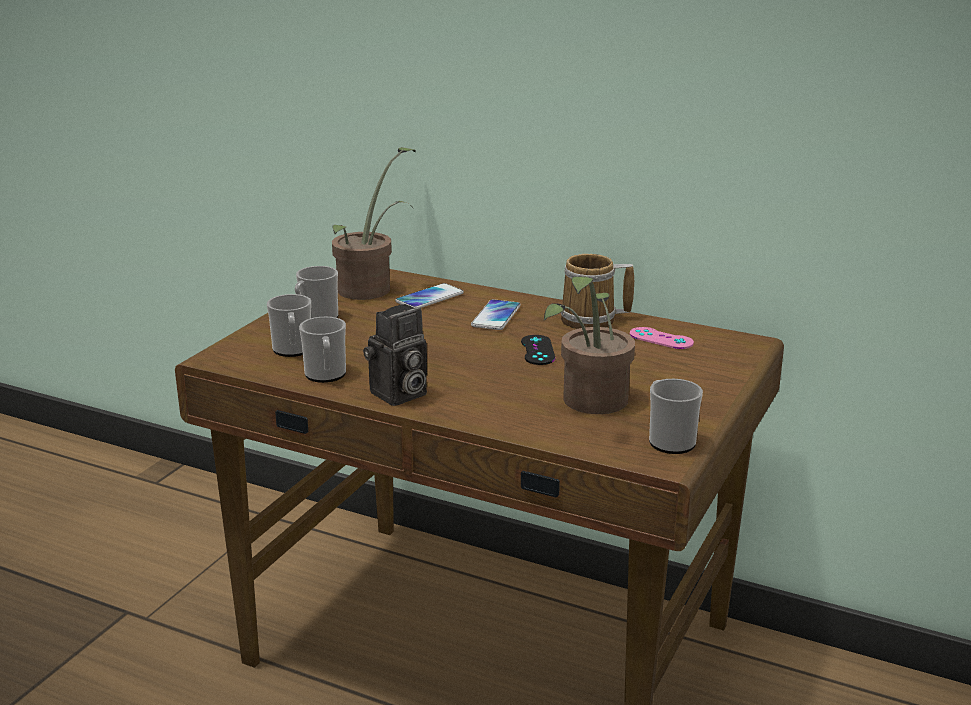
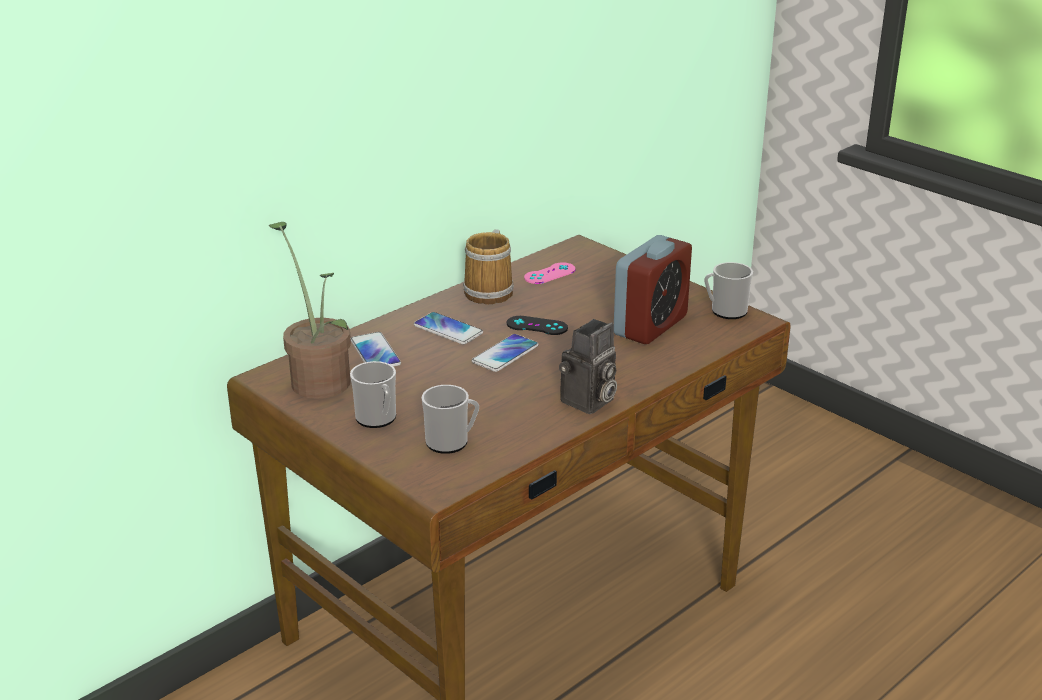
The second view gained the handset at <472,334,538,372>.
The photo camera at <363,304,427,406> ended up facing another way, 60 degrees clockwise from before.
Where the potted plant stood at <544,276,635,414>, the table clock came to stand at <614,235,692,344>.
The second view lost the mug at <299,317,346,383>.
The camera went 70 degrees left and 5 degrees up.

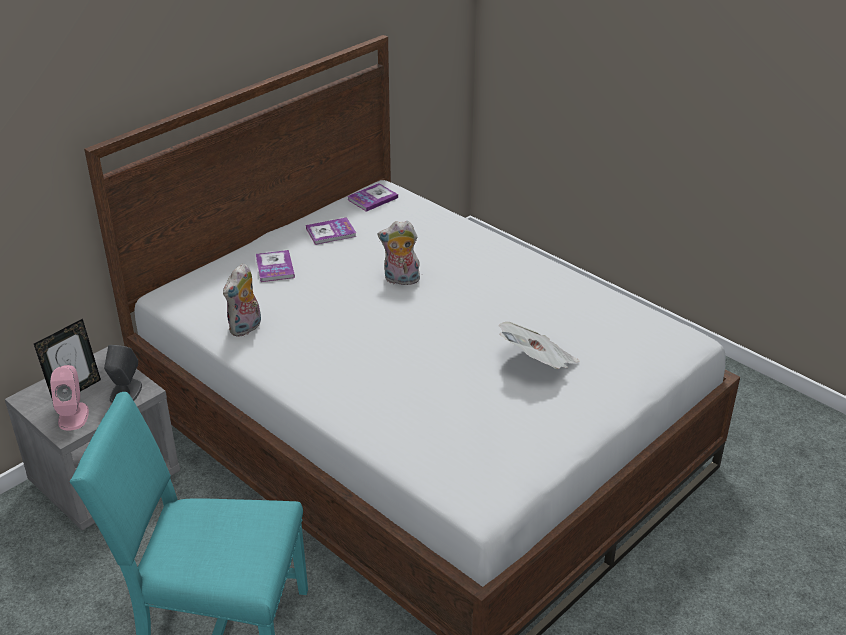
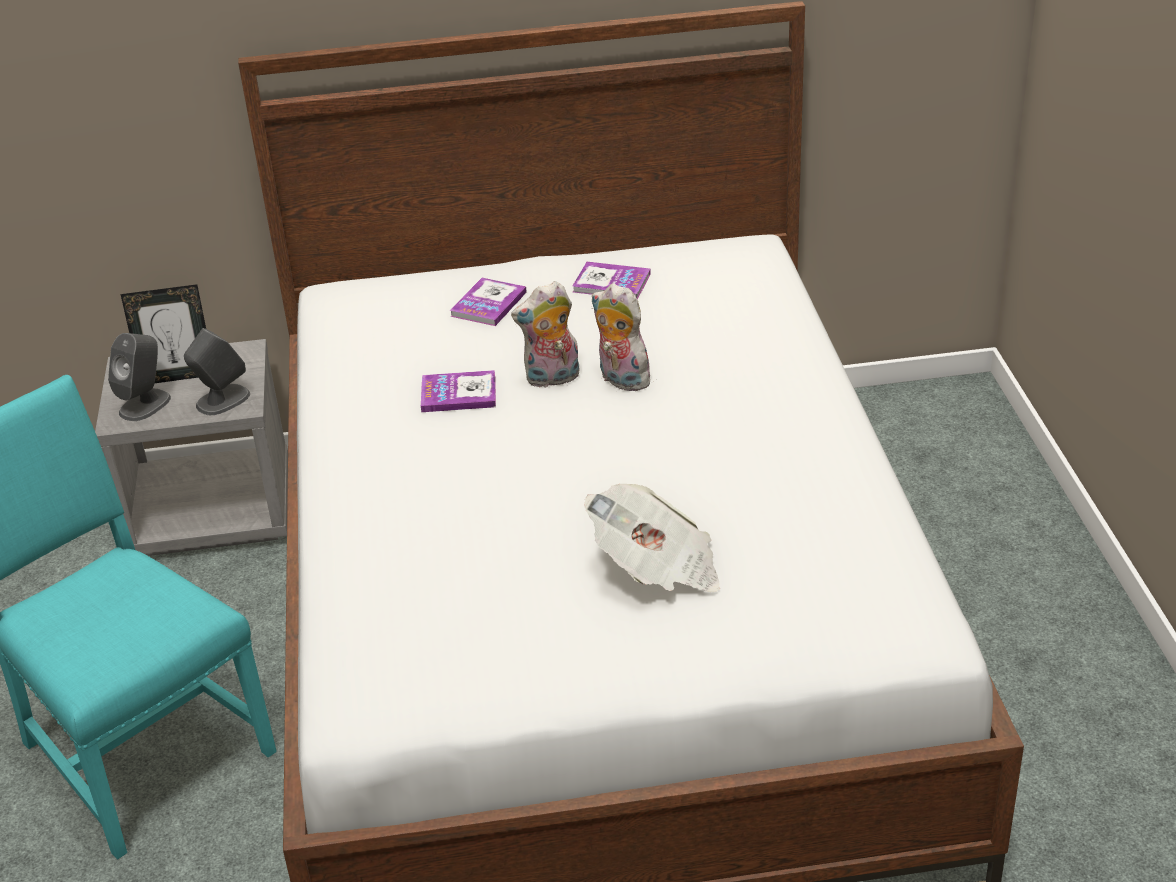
What was the pink-coloured speaker at <50,365,89,431> turned into the grey speaker at <108,333,171,421>.
The volume ended up elsewhere, having gone from <348,183,398,212> to <421,370,496,412>.
The plush toy ended up elsewhere, having gone from <223,263,261,337> to <511,281,579,388>.
The camera went 40 degrees right and 0 degrees up.

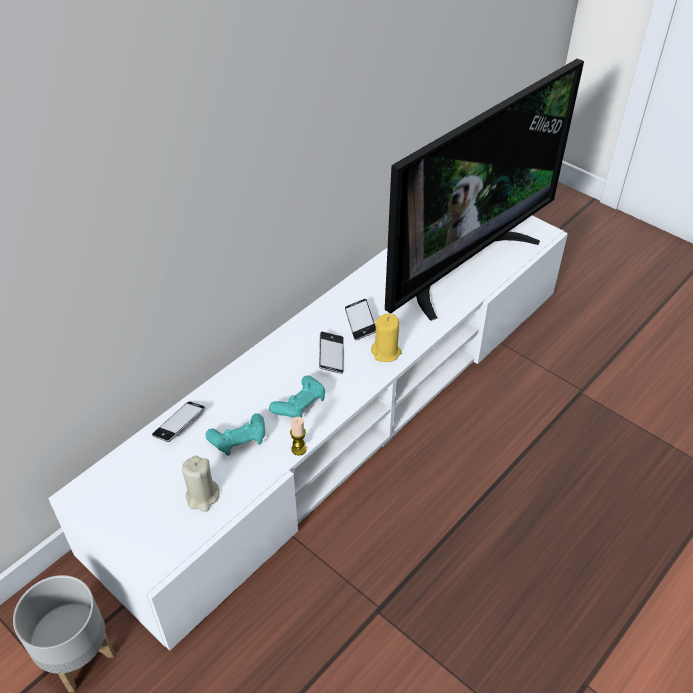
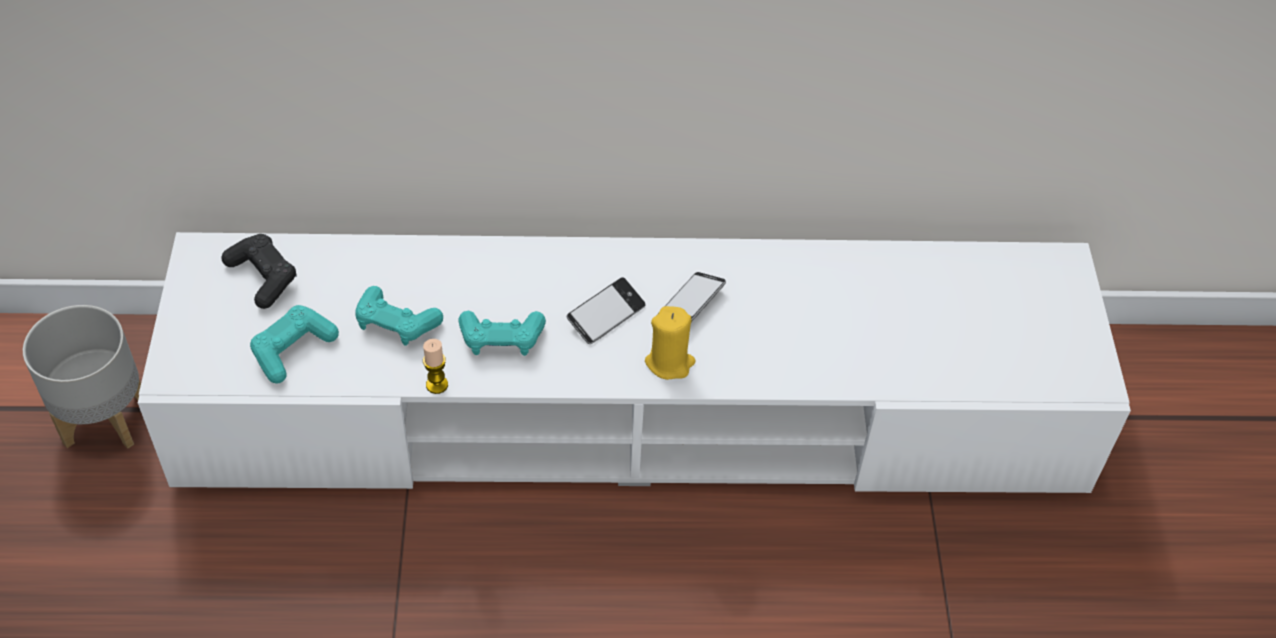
The second view gained the blackish gamepad at <221,234,296,309>.
Where the beige-coloured wax light stood at <182,456,219,512>, the blue-green gamepad came to stand at <250,305,339,384>.
The second view lost the handset at <152,401,205,442>.
The second view lost the TV at <385,59,584,321>.
The camera went 45 degrees right and 5 degrees up.

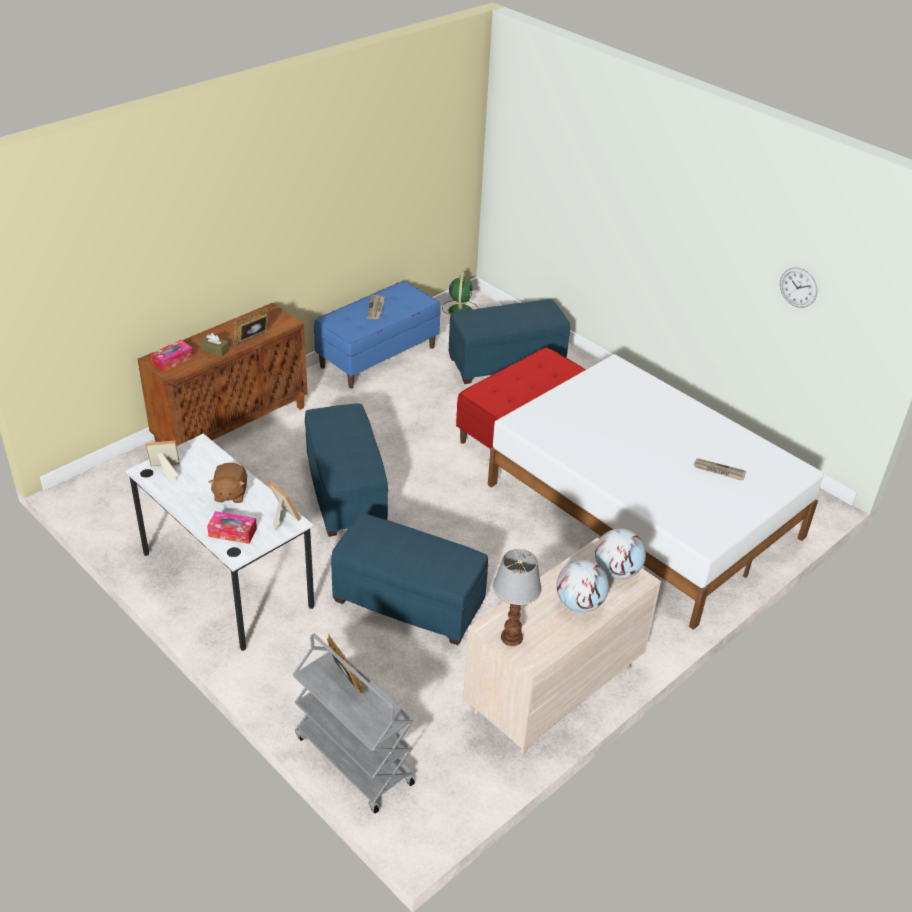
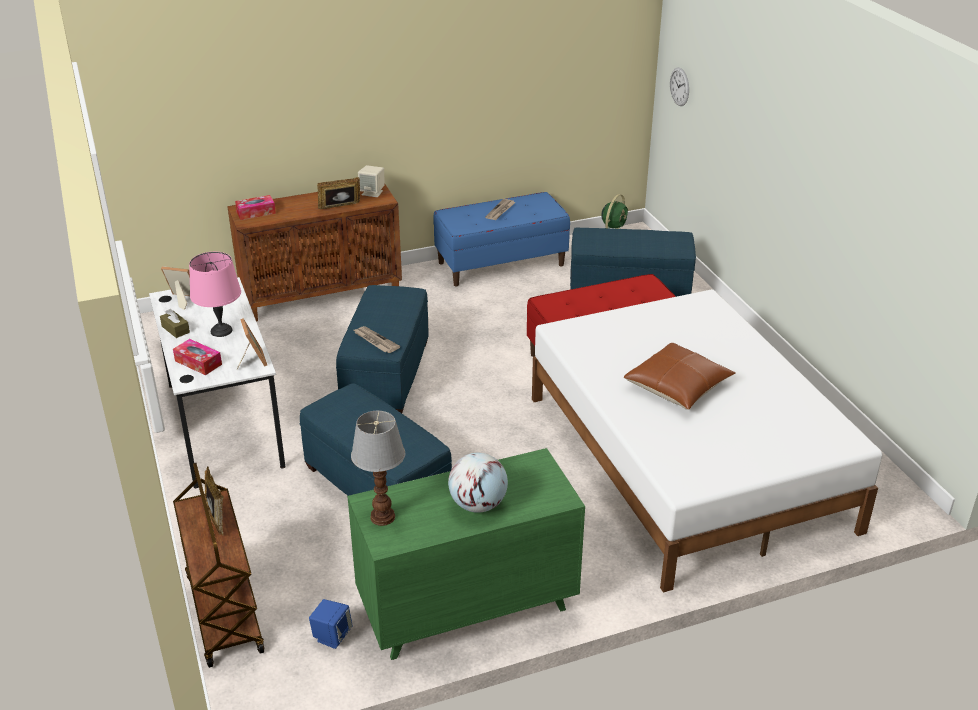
The brownish tissue holder ended up elsewhere, having gone from <200,333,229,357> to <160,309,190,338>.
What was the grey wheeled cart at <293,634,415,813> turned into the brownish wheeled cart at <173,463,264,668>.
Where the brownish plush toy stood at <209,463,247,503>, the pink-coloured lamp for a table came to stand at <189,252,241,337>.
The second view gained the blue-coloured speaker at <309,599,353,649>.
What was the beige-coloured dresser at <463,537,661,755> turned into the green-coloured dresser at <347,448,585,660>.
The daily paper ended up elsewhere, having gone from <693,458,746,481> to <354,326,400,353>.
The second view gained the beige-coloured speaker at <358,165,385,197>.
The second view gained the brownish cushion at <624,343,736,410>.
The clock on the wall ended up elsewhere, having gone from <780,267,817,308> to <670,67,689,106>.
The second view lost the world globe at <595,528,646,579>.
The camera went 25 degrees right and 5 degrees down.

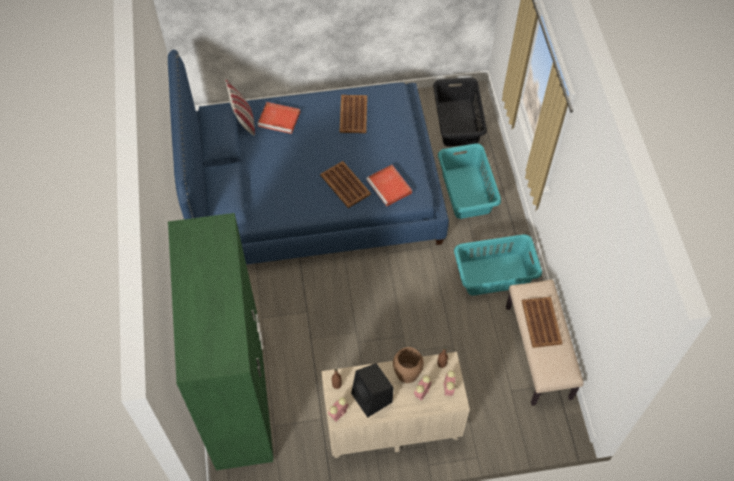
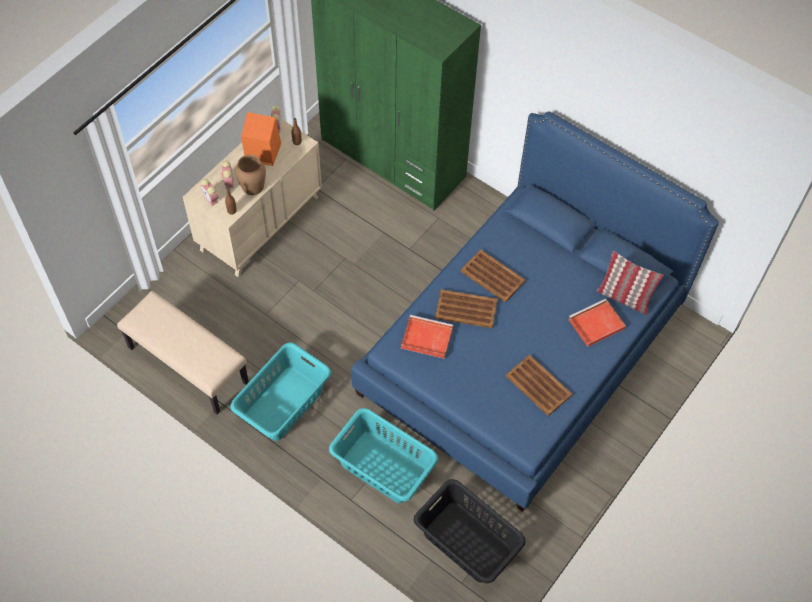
What was the blackish speaker at <351,363,393,418> turned into the orangey speaker at <241,112,281,166>.
The brownish tray ended up elsewhere, having gone from <522,297,562,348> to <461,249,525,303>.
The camera went 135 degrees right and 0 degrees up.

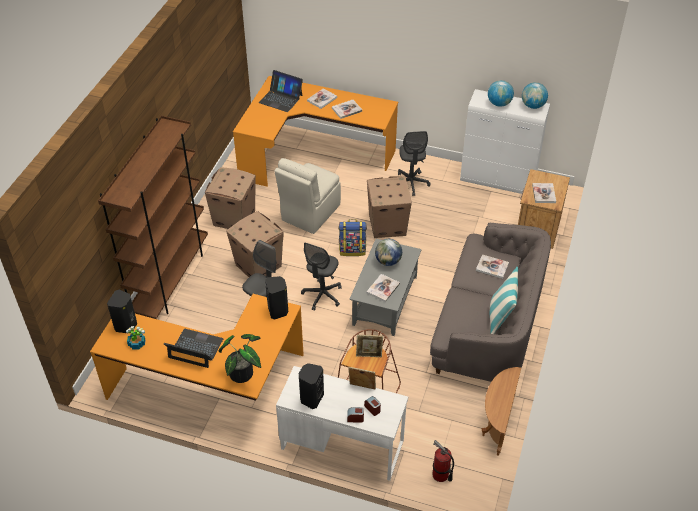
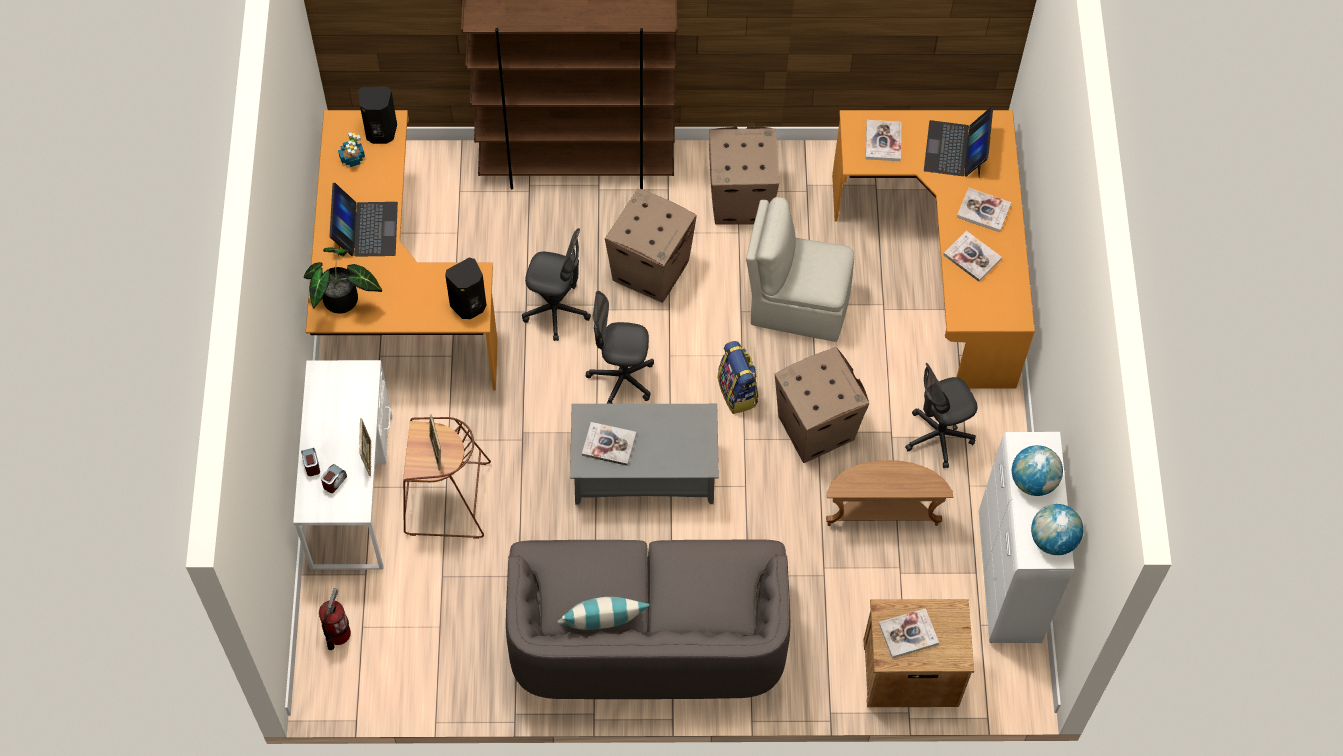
The brownish side table ended up elsewhere, having gone from <482,367,521,456> to <826,460,953,526>.
The volume ended up elsewhere, having gone from <476,255,509,279> to <866,120,901,161>.
The second view lost the blackish speaker at <299,363,324,409>.
The second view lost the world globe at <375,239,402,266>.
The camera went 70 degrees right and 15 degrees up.

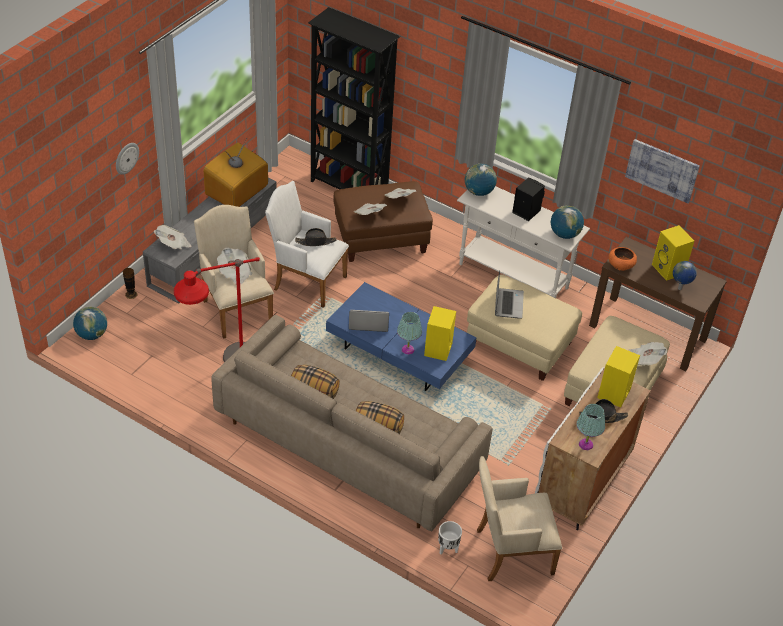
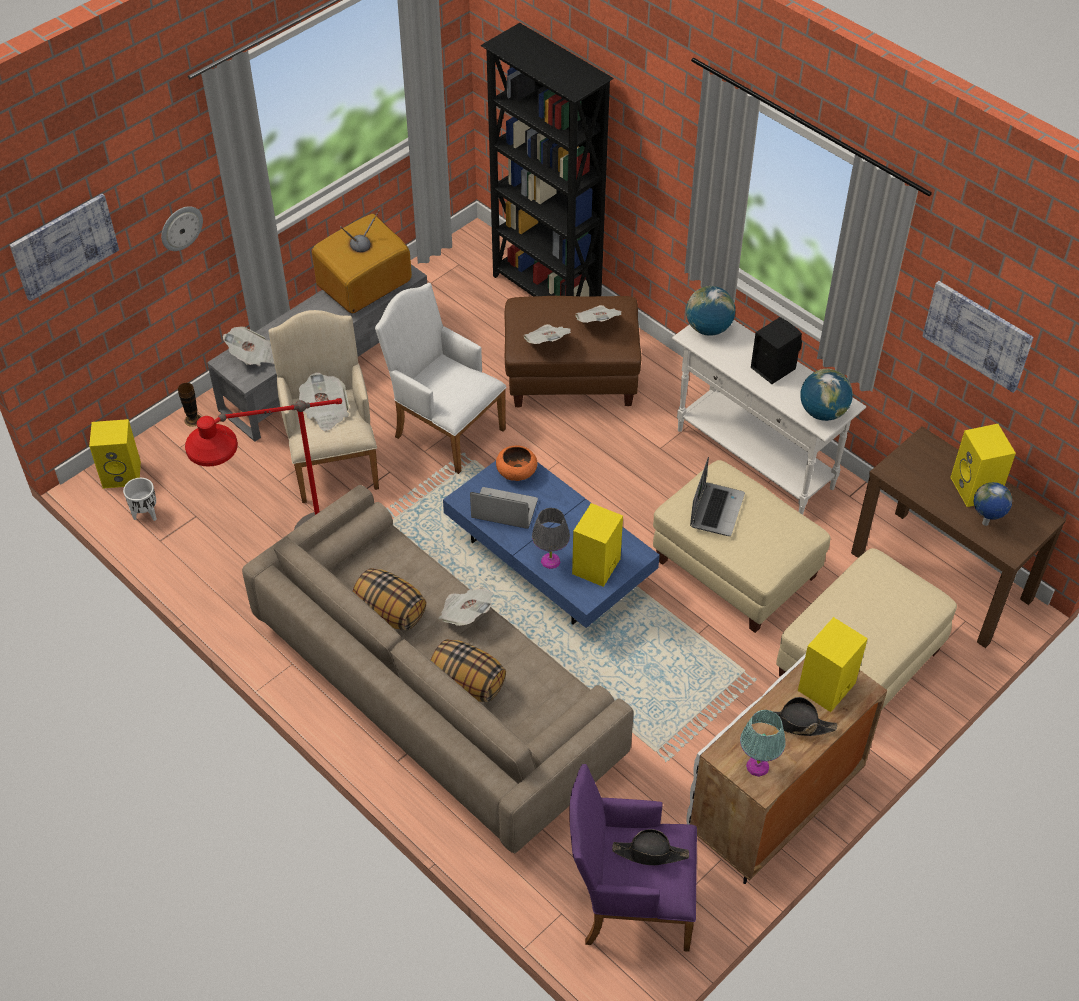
The second view gained the wall art at <10,194,119,301>.
Where the world globe stood at <73,307,107,340>, the yellow speaker came to stand at <89,419,141,488>.
The white plant pot ended up elsewhere, having gone from <438,521,462,555> to <123,478,157,521>.
The daily paper ended up elsewhere, having gone from <628,342,667,366> to <438,588,493,626>.
The orangey serving bowl ended up elsewhere, having gone from <609,247,637,271> to <496,445,538,481>.
What was the blue-green lamp for a table at <397,312,422,355> turned into the grey lamp for a table at <532,508,570,569>.
What was the beige-coloured lounge chair at <477,456,562,581> turned into the purple lounge chair at <569,764,697,952>.
The blackish wearable hat ended up elsewhere, having gone from <295,228,336,246> to <612,829,689,865>.
The camera went 15 degrees right and 5 degrees up.

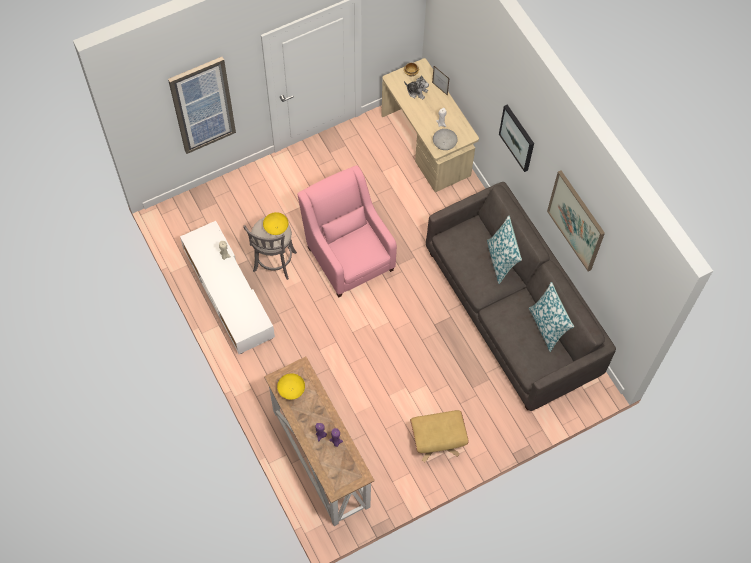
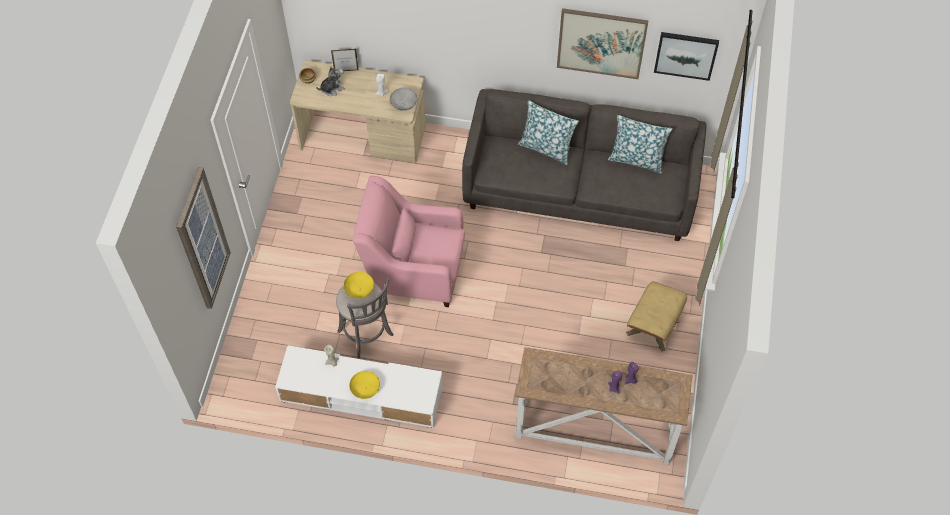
The yellow serving bowl ended up elsewhere, having gone from <277,373,305,400> to <349,371,380,399>.
The wall art ended up elsewhere, having gone from <499,105,534,172> to <654,32,719,81>.
The camera went 50 degrees left and 5 degrees down.

